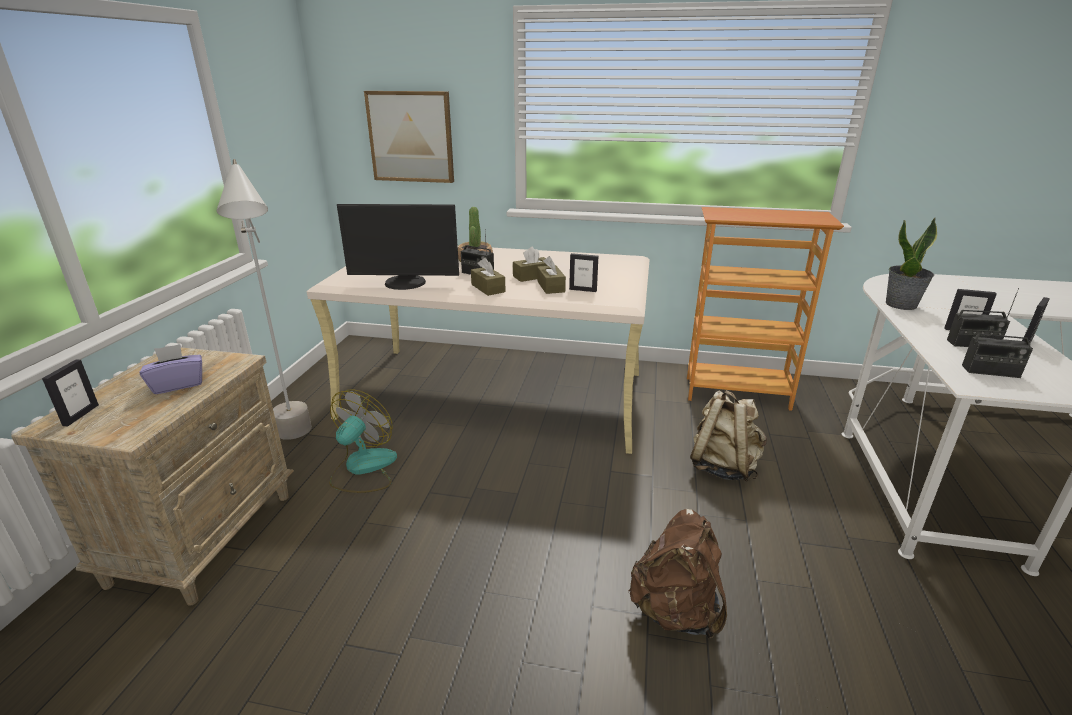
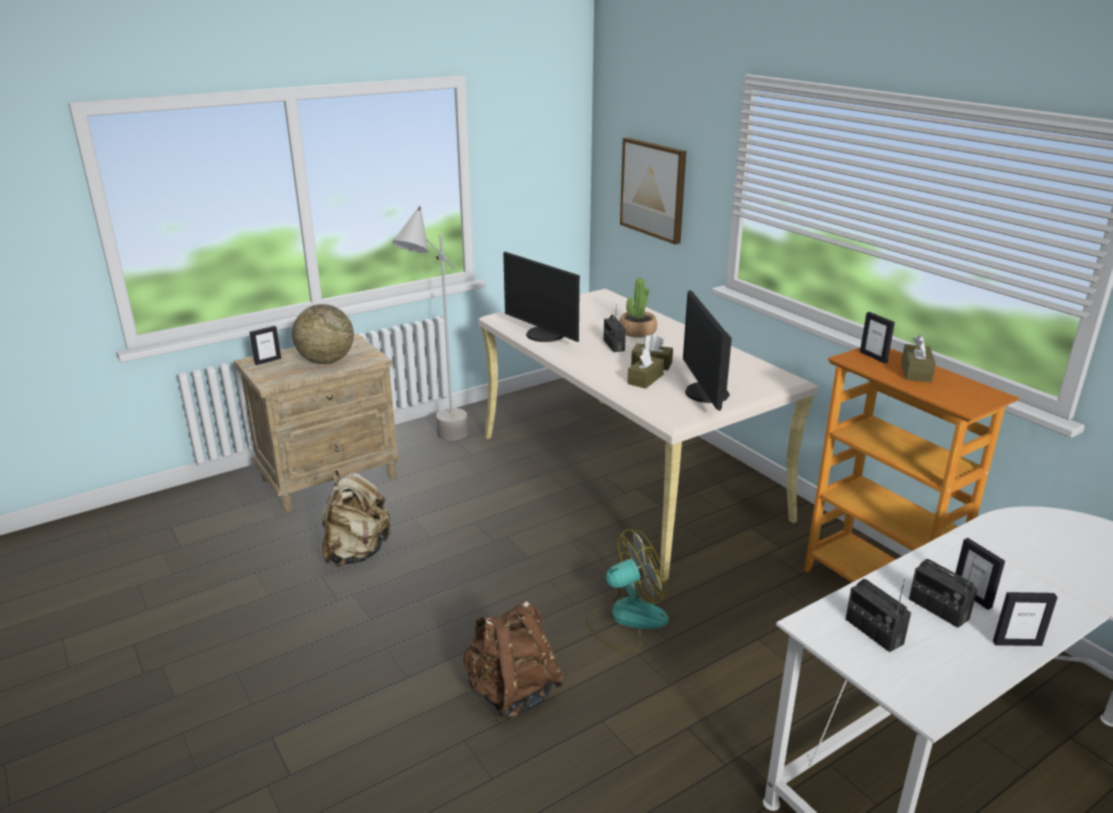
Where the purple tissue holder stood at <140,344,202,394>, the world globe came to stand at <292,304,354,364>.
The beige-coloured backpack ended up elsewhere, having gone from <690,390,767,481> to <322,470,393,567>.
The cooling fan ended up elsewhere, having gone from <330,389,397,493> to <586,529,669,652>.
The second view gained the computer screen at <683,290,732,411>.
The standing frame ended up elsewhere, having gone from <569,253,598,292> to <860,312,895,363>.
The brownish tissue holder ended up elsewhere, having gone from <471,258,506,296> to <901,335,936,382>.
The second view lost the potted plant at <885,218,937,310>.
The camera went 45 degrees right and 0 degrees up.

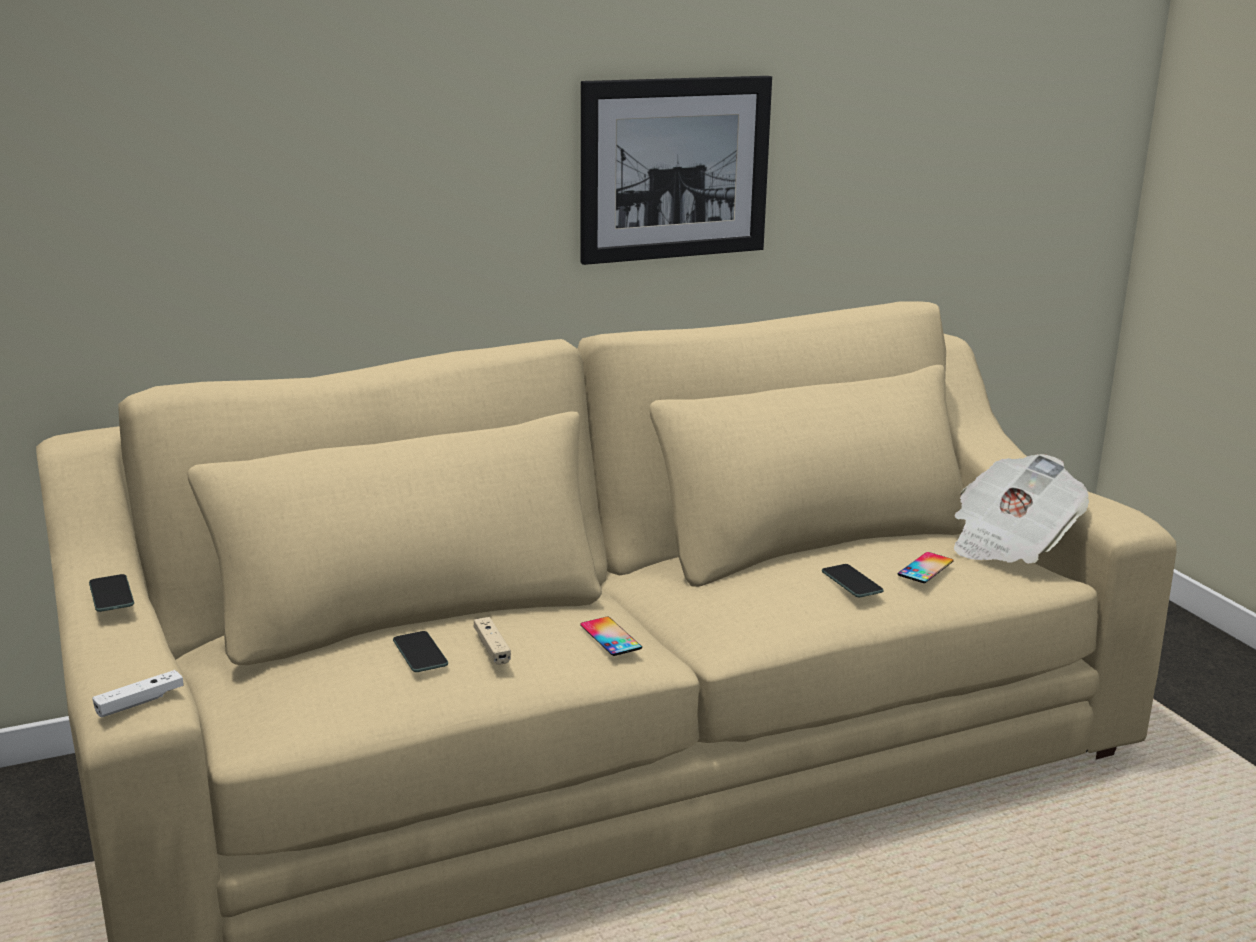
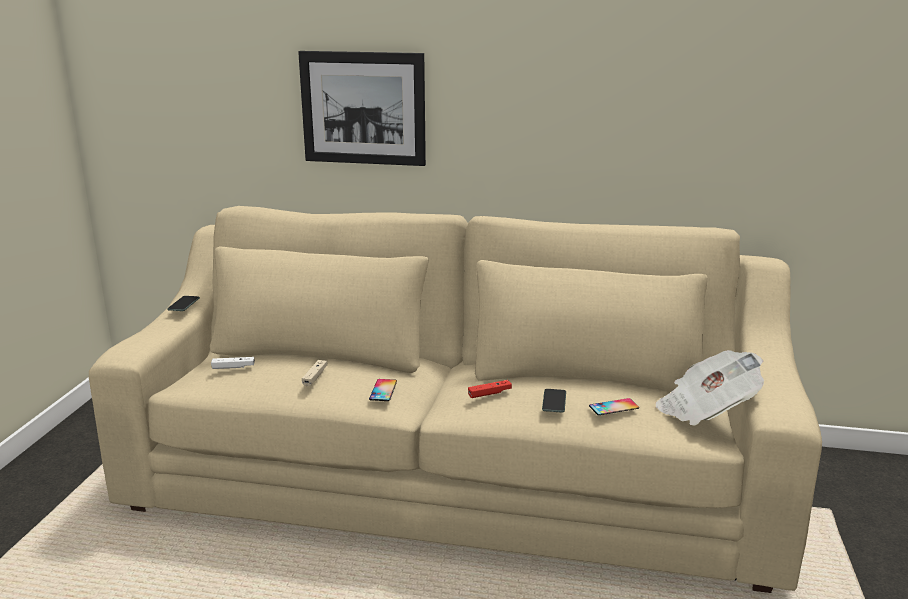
The white gamepad ended up elsewhere, having gone from <92,670,184,717> to <211,357,255,369>.
The wall art ended up elsewhere, having gone from <581,76,772,265> to <298,51,426,166>.
The second view gained the red gamepad at <468,380,512,398>.
The second view lost the handset at <393,631,448,672>.
The camera went 35 degrees right and 0 degrees up.

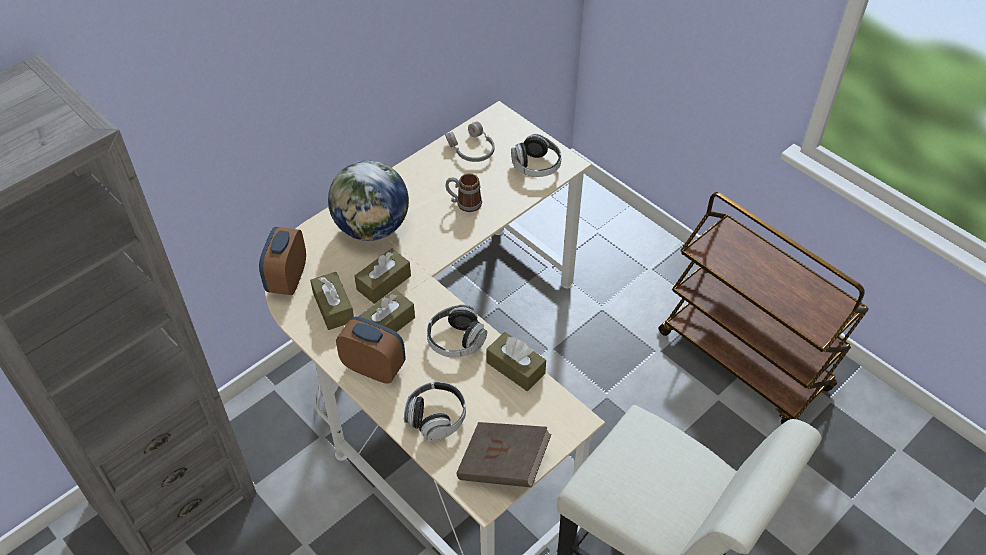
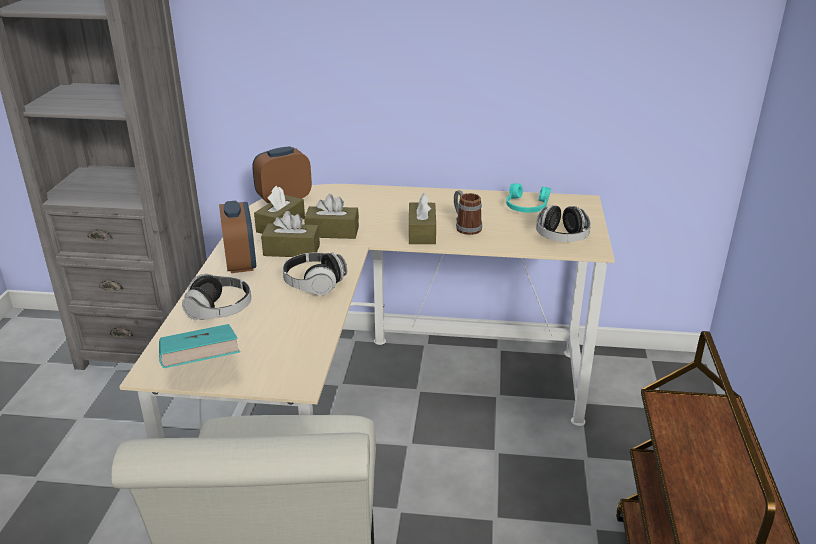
What was the brownish volume at <456,422,552,487> turned into the blue-green volume at <159,324,240,368>.
The brownish tissue holder ended up elsewhere, having gone from <486,332,546,391> to <409,193,436,244>.
What was the grey headset at <445,121,494,162> turned into the blue-green headset at <506,183,551,213>.
The second view lost the world globe at <328,160,409,241>.
The camera went 50 degrees right and 20 degrees down.

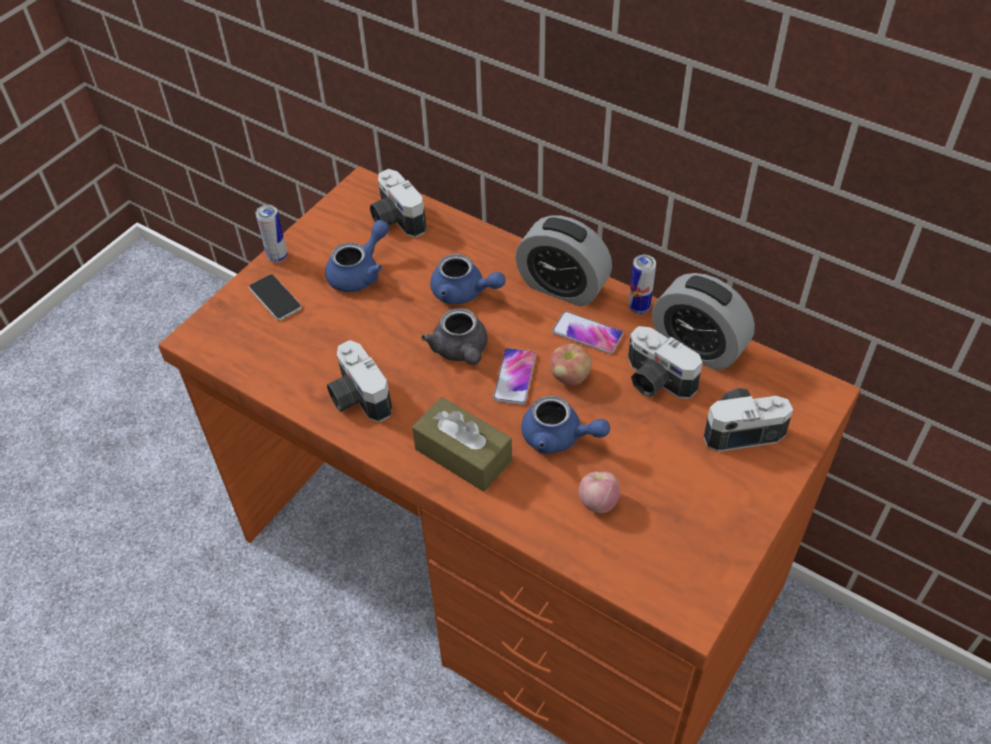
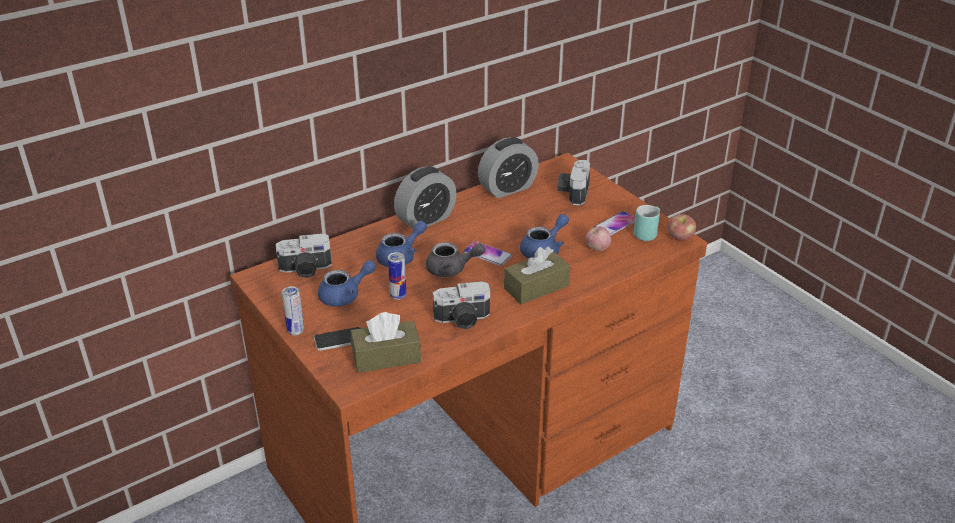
The blue-coloured pot for tea at <325,220,389,292> ended up facing another way, 90 degrees clockwise from before.
The second view gained the brownish tissue holder at <351,312,421,373>.
The can ended up elsewhere, having gone from <629,255,656,314> to <388,252,407,300>.
The handset ended up elsewhere, having gone from <552,311,623,354> to <595,211,635,235>.
The second view gained the blue-green mug at <634,205,660,241>.
The apple ended up elsewhere, having gone from <550,344,592,385> to <668,214,696,241>.
The second view lost the photo camera at <628,326,703,399>.
The camera went 70 degrees left and 15 degrees down.

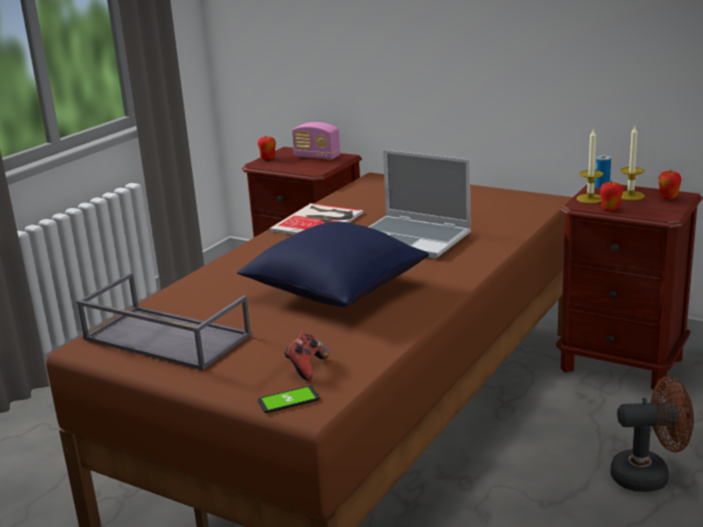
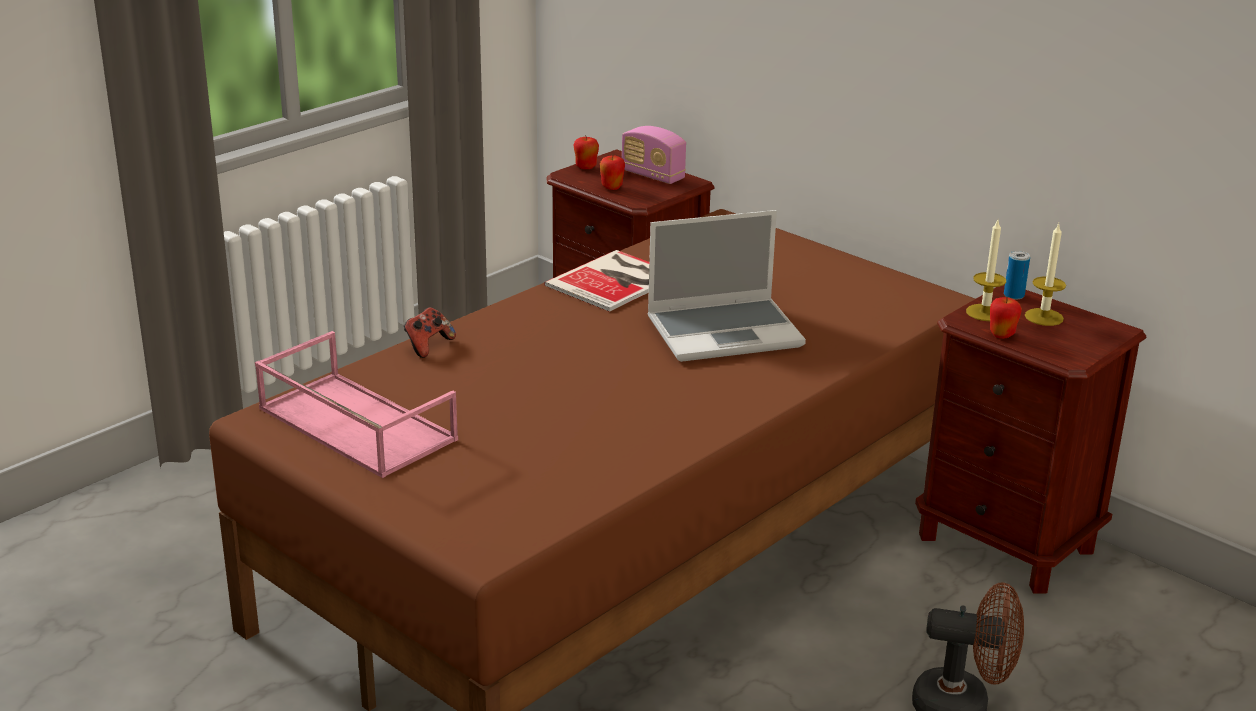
What was the grey tray at <77,273,251,370> turned into the pink-coloured tray at <255,331,458,478>.
The gamepad ended up elsewhere, having gone from <284,332,329,380> to <404,307,456,358>.
The apple ended up elsewhere, having gone from <659,171,681,200> to <600,155,625,190>.
The laptop at <369,150,471,259> ended up facing another way, 60 degrees counterclockwise from before.
The second view lost the blue-coloured cushion at <237,222,429,307>.
The second view lost the handset at <258,386,320,413>.
The camera went 10 degrees right and 5 degrees up.

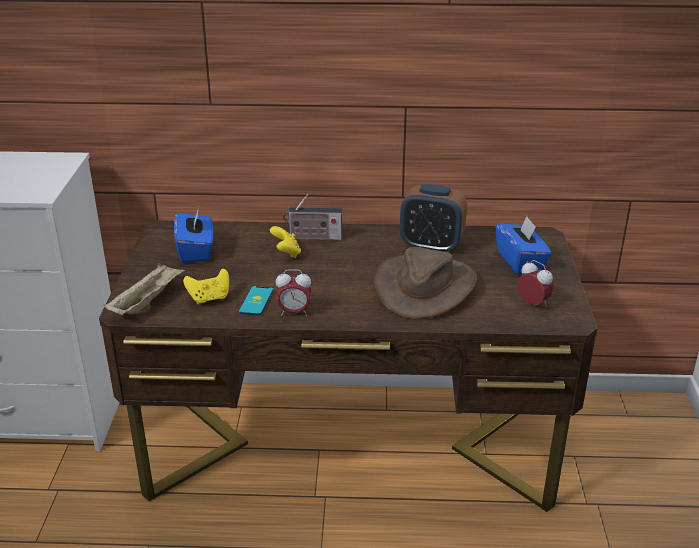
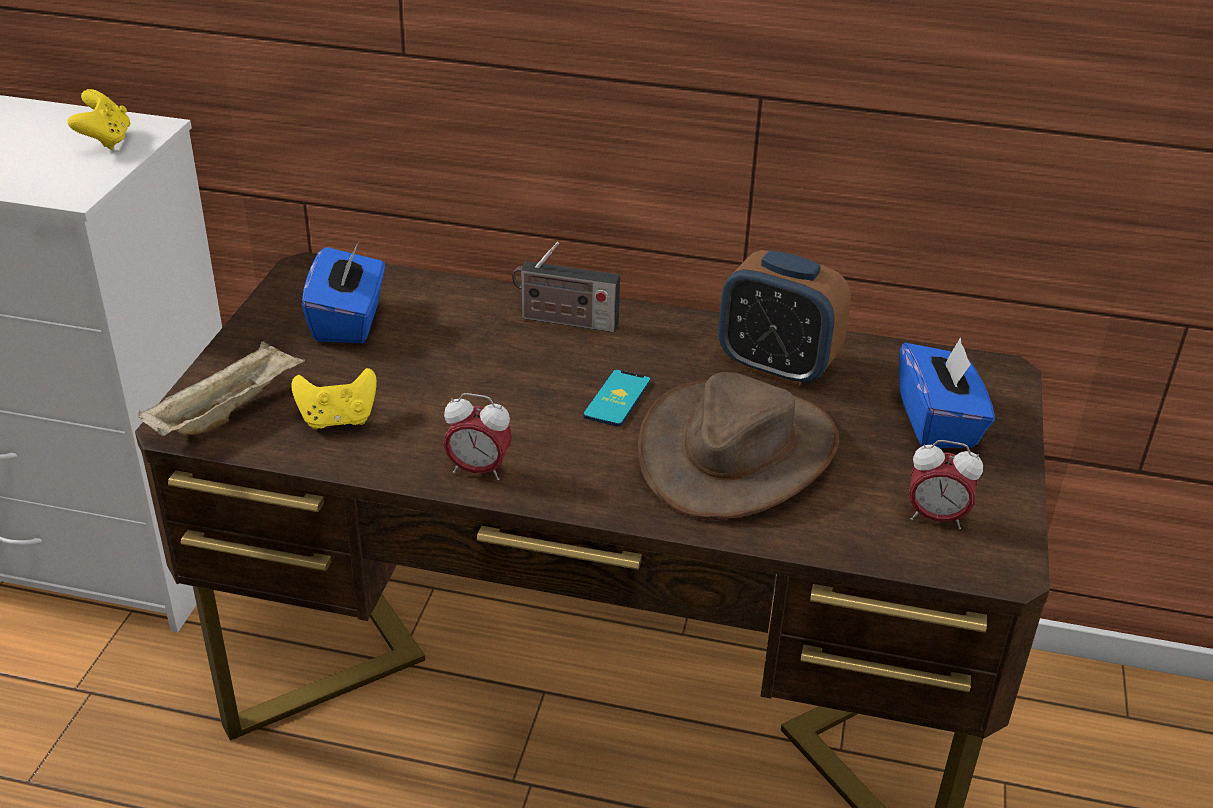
The yellow gamepad ended up elsewhere, having gone from <270,226,301,258> to <68,89,131,150>.
The handset ended up elsewhere, having gone from <239,286,274,315> to <583,370,651,427>.
The table clock at <518,260,554,307> ended up facing another way, 135 degrees clockwise from before.
The camera went 10 degrees right and 5 degrees up.

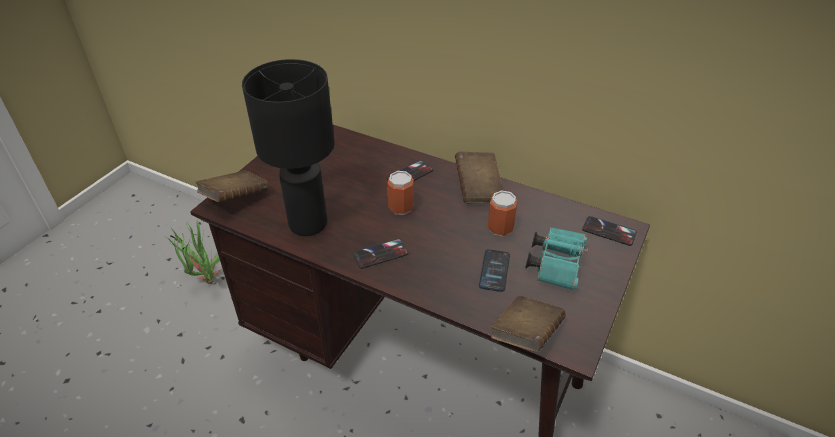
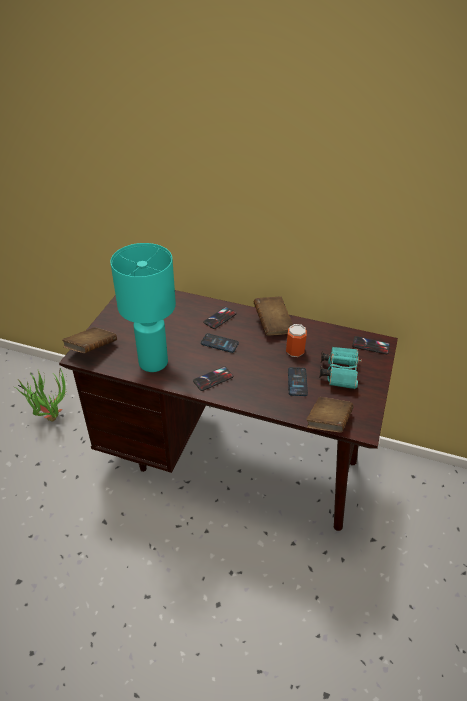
What was the blackish lamp for a table at <242,59,335,236> turned into the blue-green lamp for a table at <110,243,176,372>.
Where the can stood at <387,171,414,215>, the handset came to stand at <201,333,239,353>.
The camera went 10 degrees left and 0 degrees up.

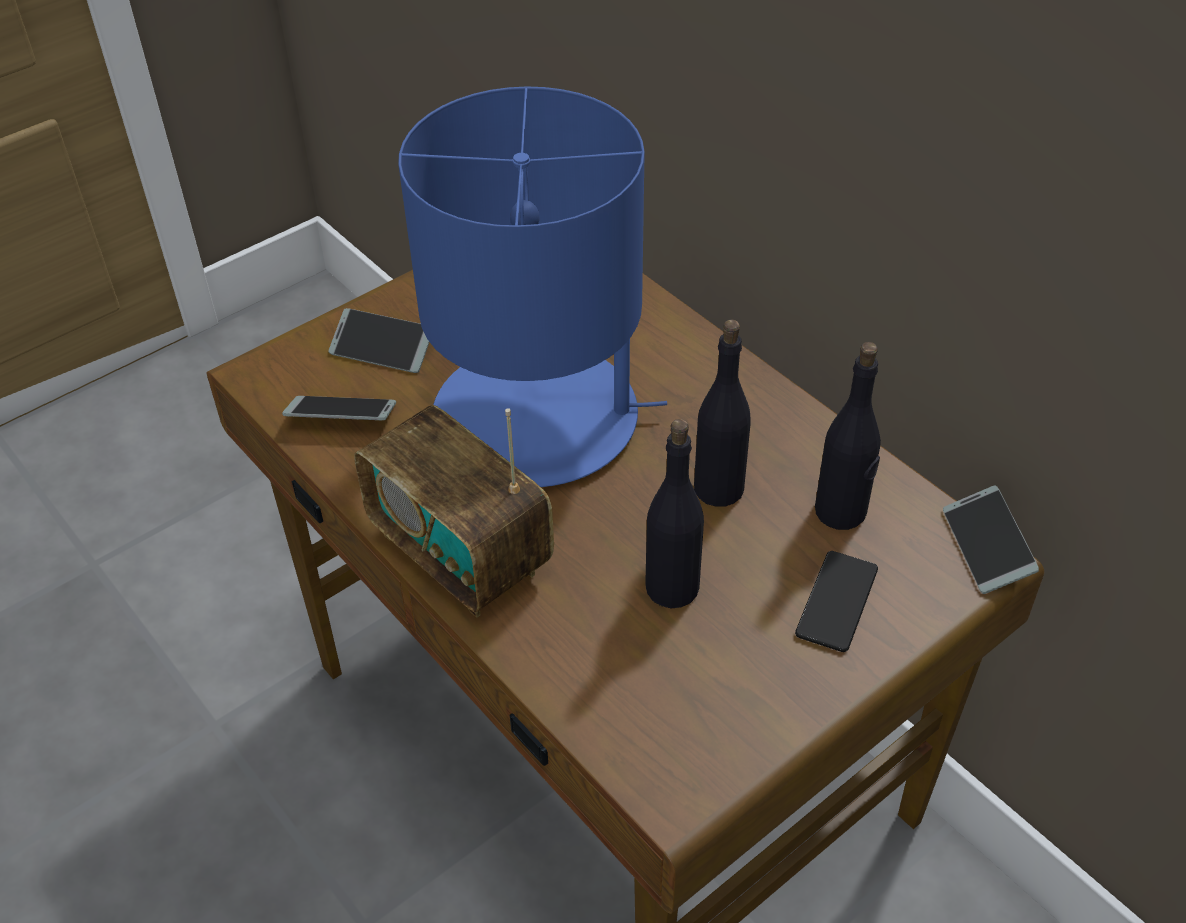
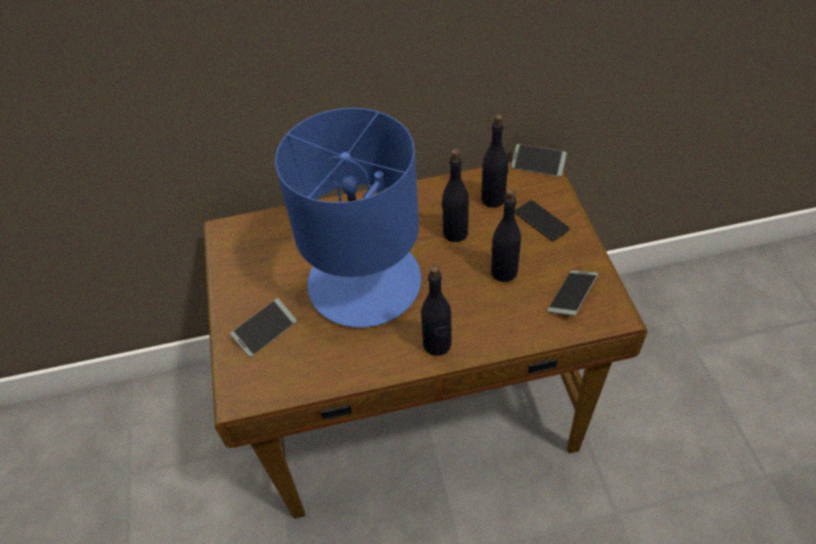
Where the radio receiver stood at <354,405,554,618>, the blackish beverage bottle came to stand at <421,265,452,356>.
The handset ended up elsewhere, having gone from <282,396,396,420> to <547,270,598,316>.
The camera went 60 degrees left and 5 degrees up.

